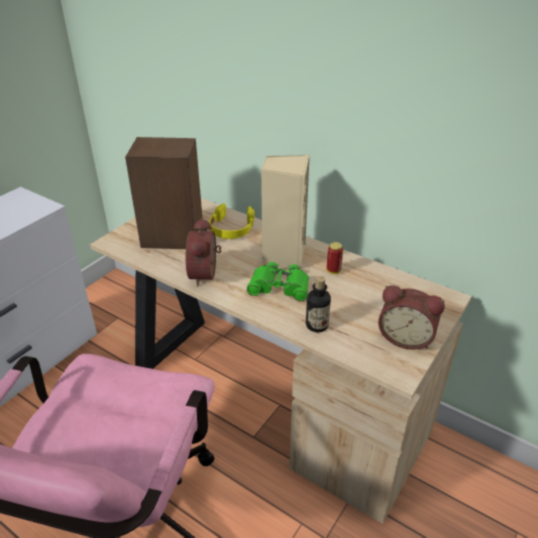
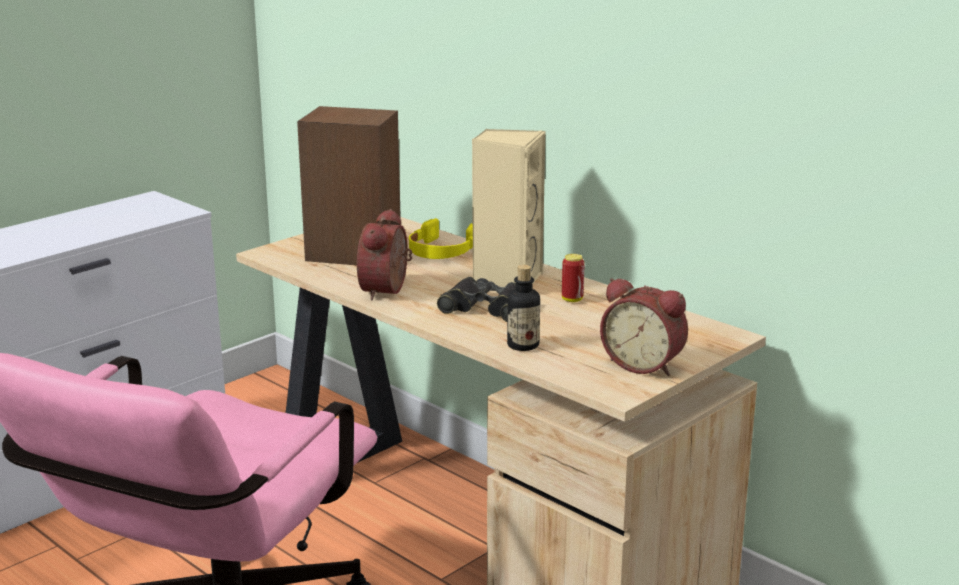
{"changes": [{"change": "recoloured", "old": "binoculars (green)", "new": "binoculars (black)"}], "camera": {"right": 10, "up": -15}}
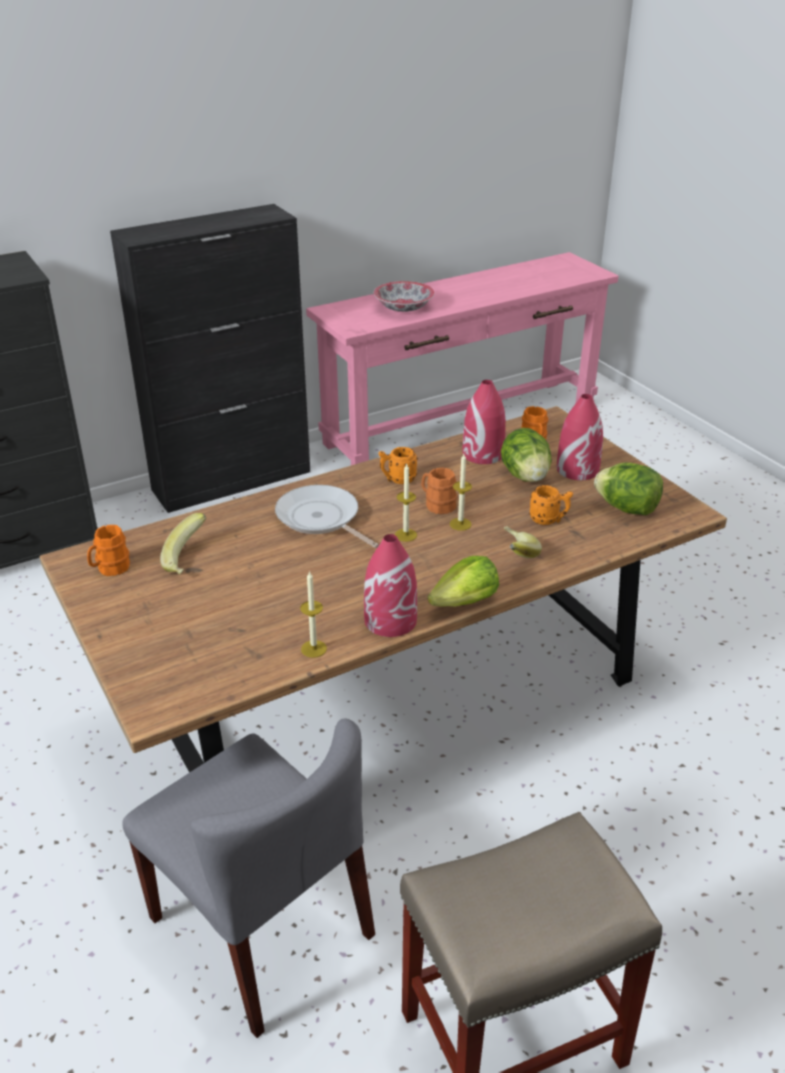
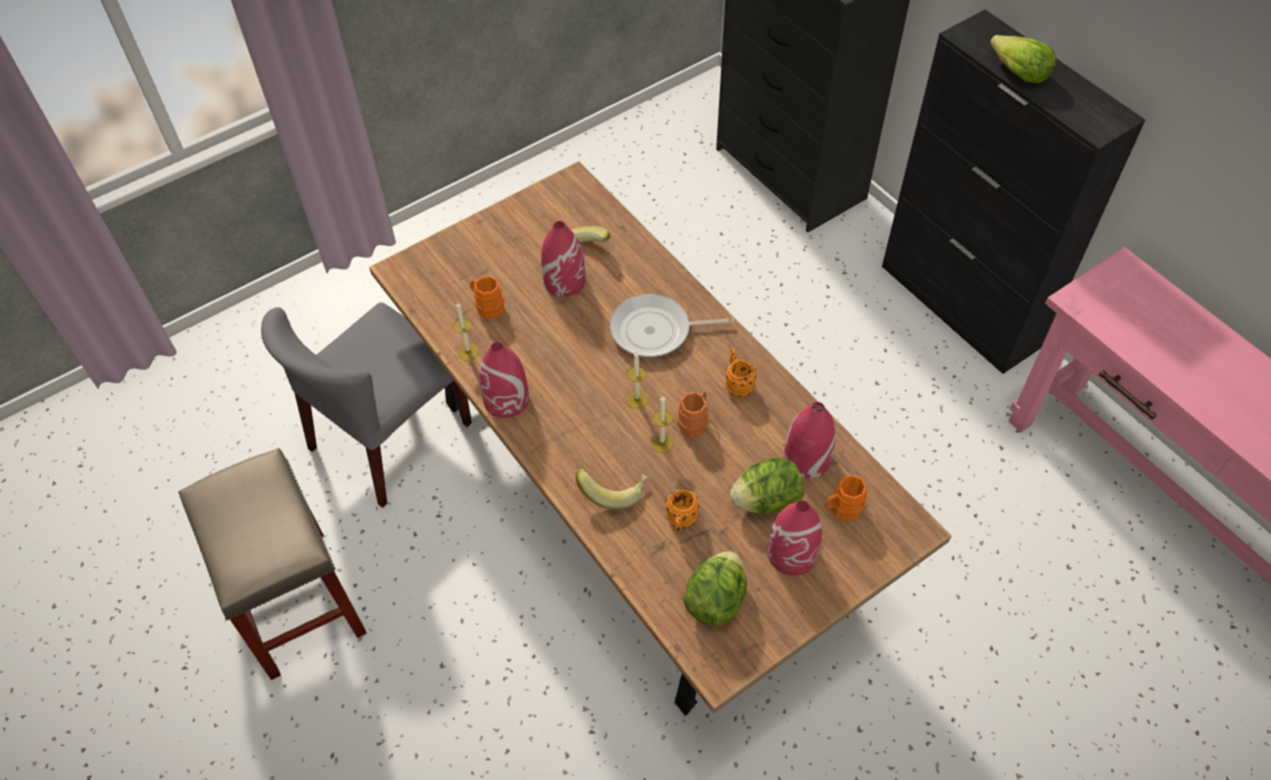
{"changes": [{"change": "removed", "old": "bowl"}, {"change": "turned", "old": "frying pan", "degrees": -135}, {"change": "moved", "old": "mug (orange) (1st from left)"}, {"change": "moved", "old": "lettuce (1st from left in the first image)", "new": "lettuce (3rd from left)"}, {"change": "added", "new": "vase (red) (2nd from left)"}], "camera": {"right": 85, "up": 20}}
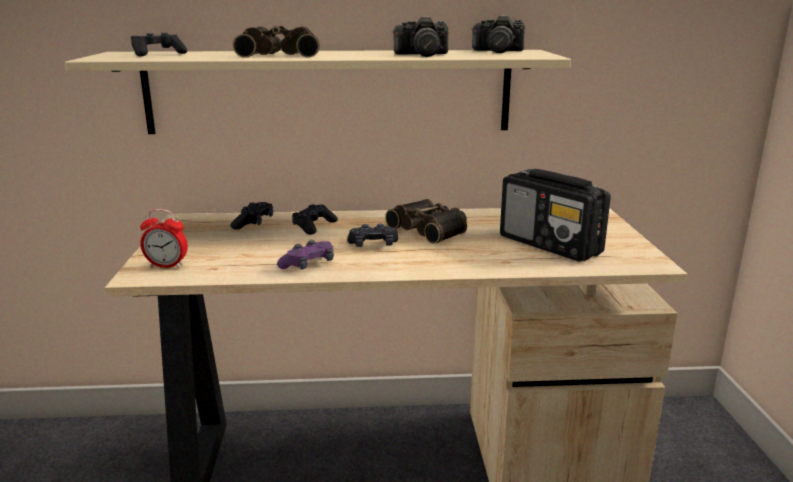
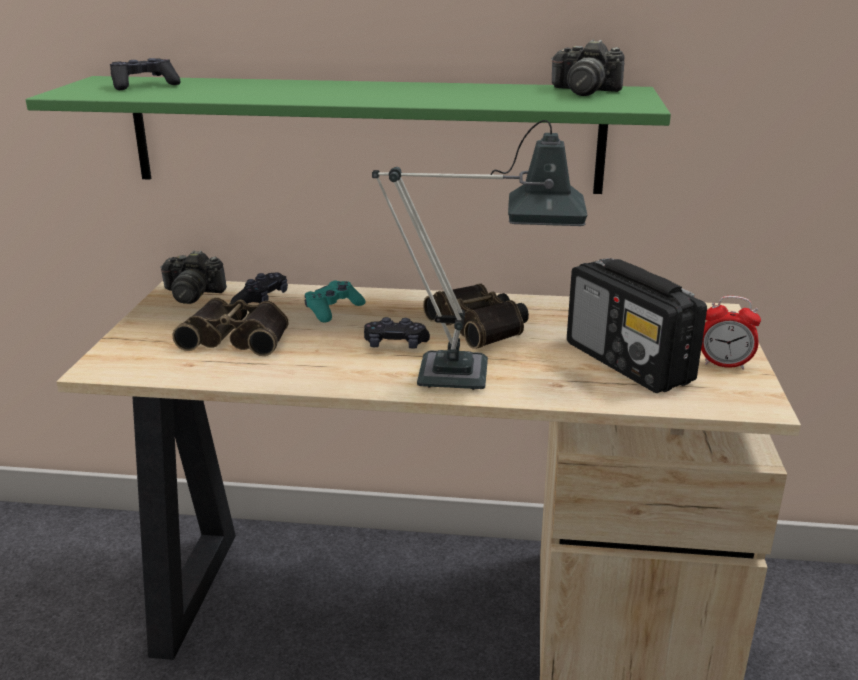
{"changes": [{"change": "moved", "old": "photo camera (1st from left)"}, {"change": "moved", "old": "binoculars (1st from left)"}, {"change": "recoloured", "old": "shelf (beige)", "new": "shelf (green)"}, {"change": "recoloured", "old": "game controller (black) (3rd from left)", "new": "game controller (turquoise)"}, {"change": "moved", "old": "alarm clock"}, {"change": "removed", "old": "game controller (purple)"}, {"change": "added", "new": "table lamp"}], "camera": {"right": 10, "up": 5}}
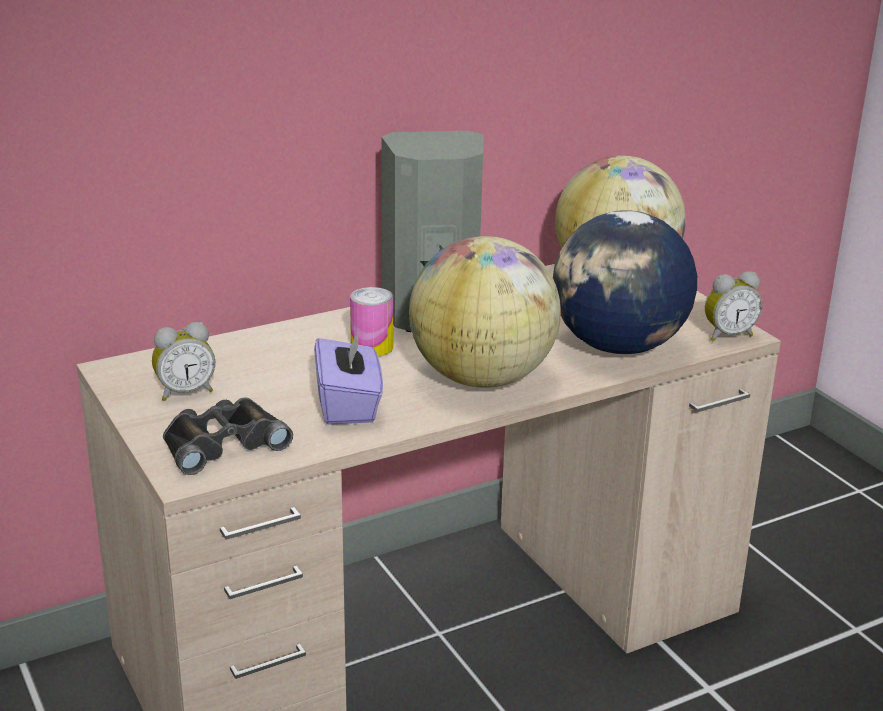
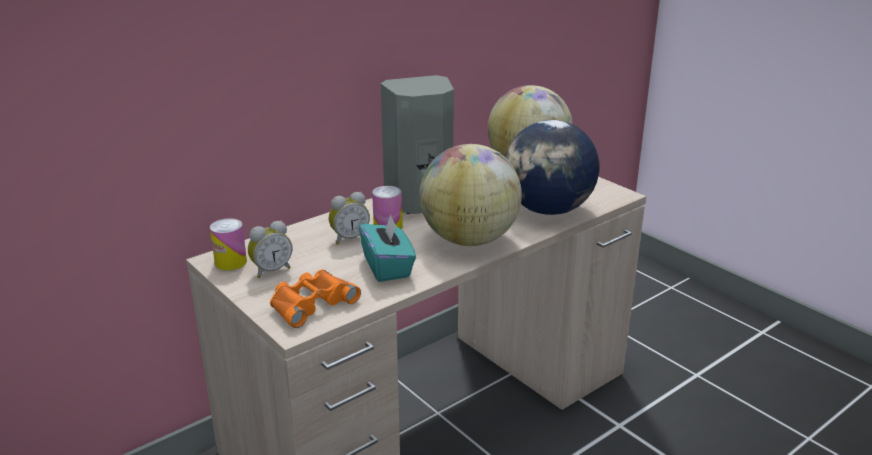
{"changes": [{"change": "moved", "old": "alarm clock (2nd from left)"}, {"change": "recoloured", "old": "tissue box (purple)", "new": "tissue box (turquoise)"}, {"change": "recoloured", "old": "binoculars (black)", "new": "binoculars (orange)"}, {"change": "added", "new": "can (1st from left)"}], "camera": {"right": -10, "up": 0}}
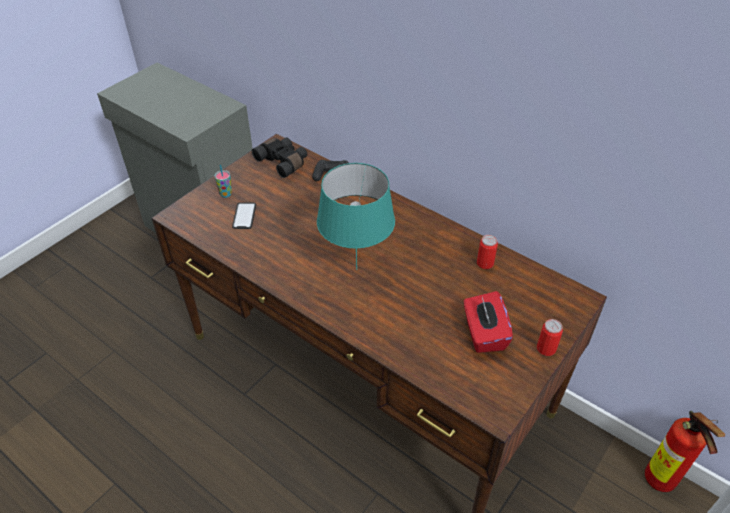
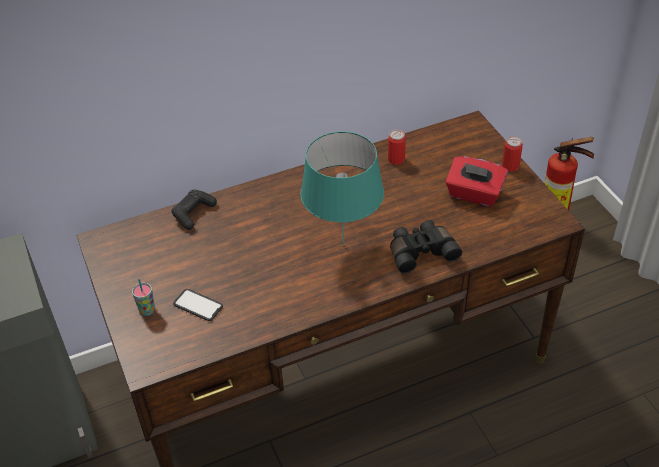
{"changes": [{"change": "moved", "old": "binoculars (black)"}], "camera": {"right": -60, "up": 0}}
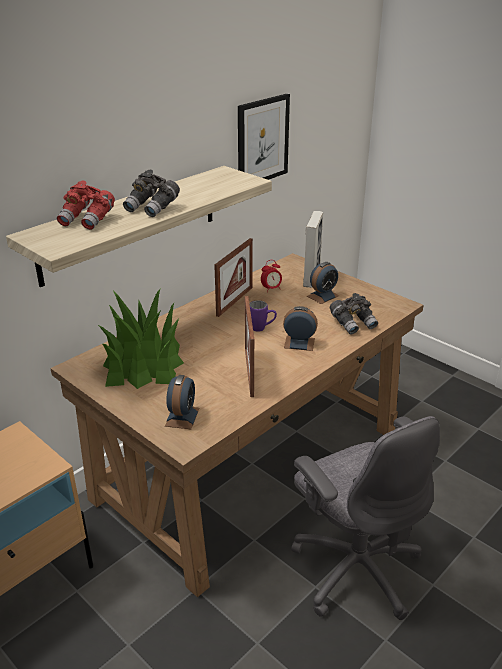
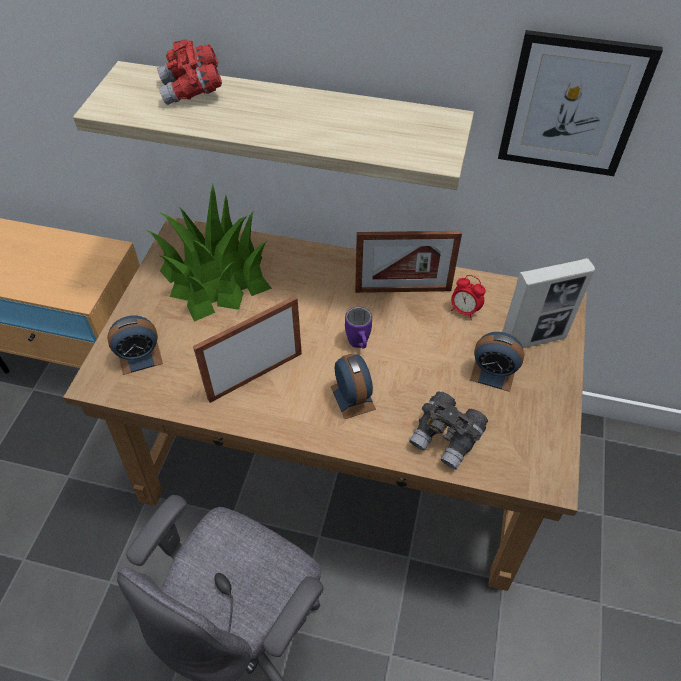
{"changes": [{"change": "removed", "old": "binoculars (grey) (1st from left)"}], "camera": {"right": 60, "up": 20}}
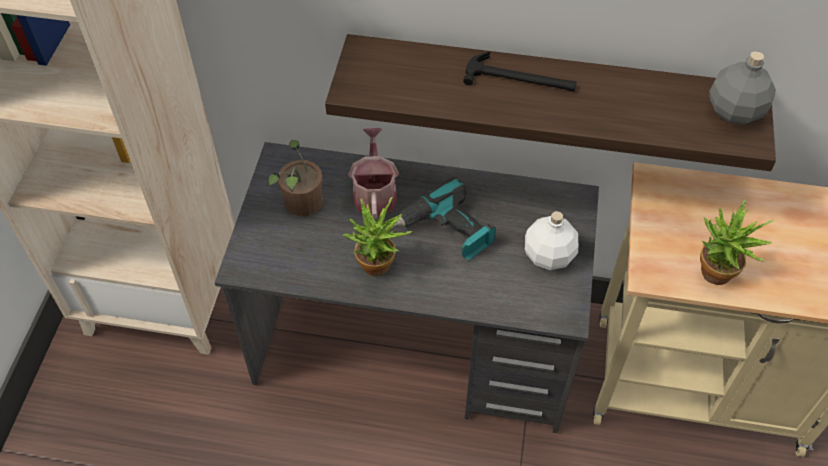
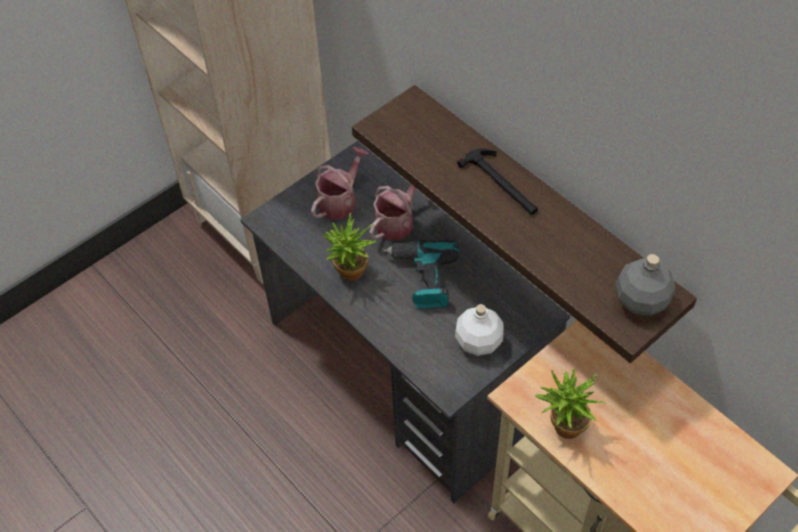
{"changes": [{"change": "replaced", "old": "potted plant (1st from left)", "new": "watering can (1st from left)"}], "camera": {"right": 40, "up": 0}}
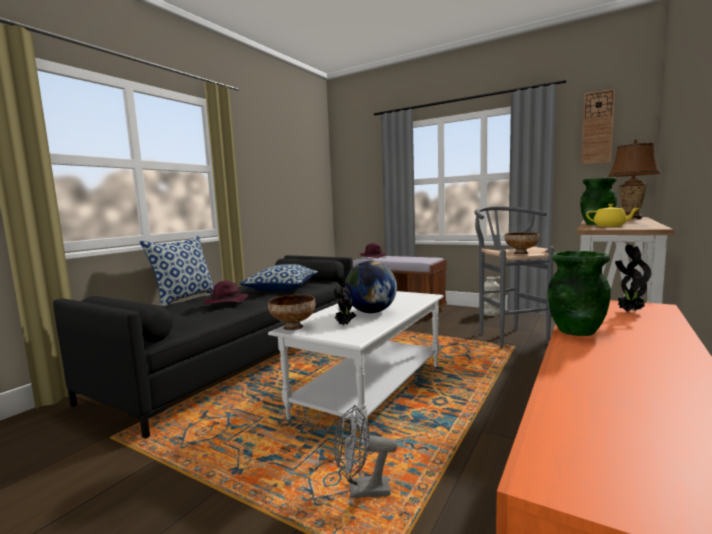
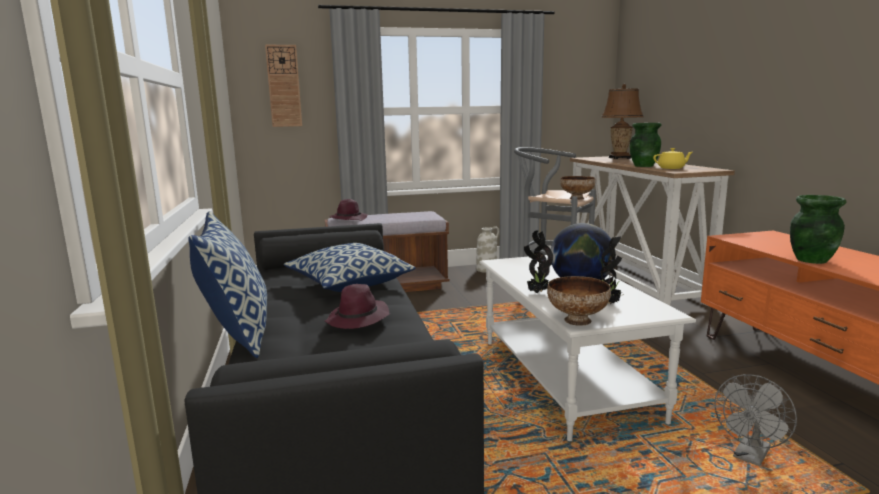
{"changes": [{"change": "moved", "old": "wall clock"}, {"change": "moved", "old": "potted plant (2nd from left in the first image)", "new": "potted plant (1st from left)"}], "camera": {"right": -45, "up": 5}}
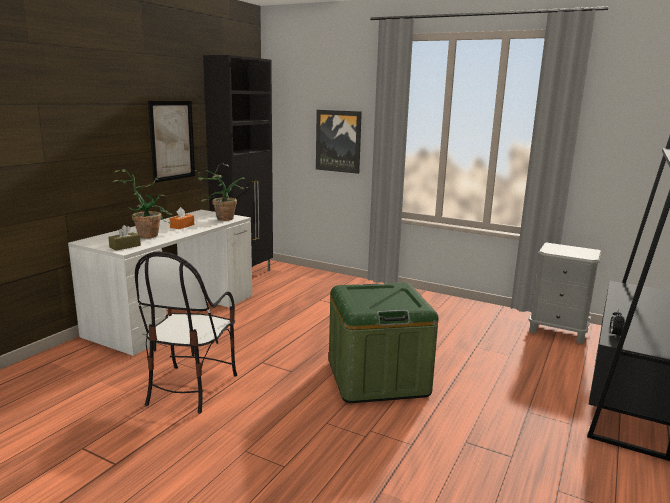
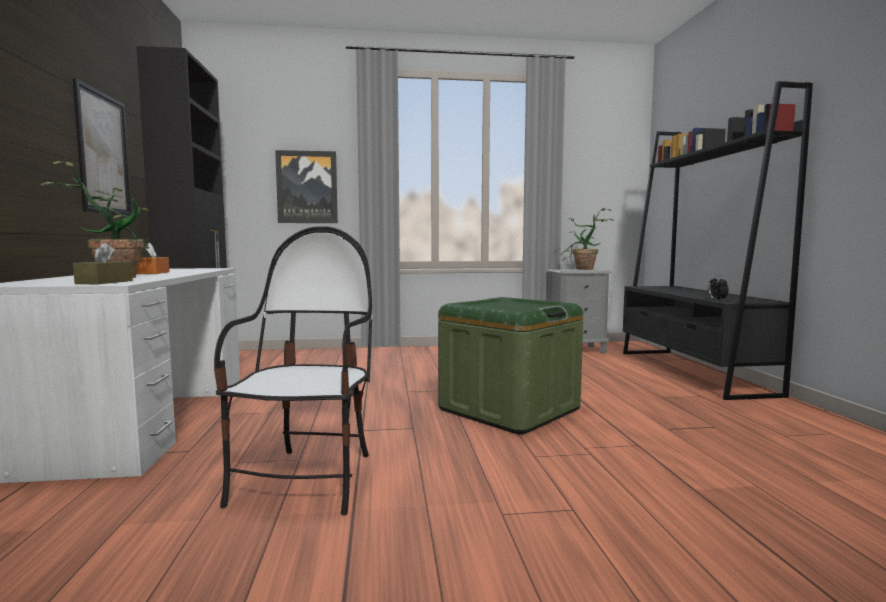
{"changes": [{"change": "moved", "old": "potted plant (2nd from left)"}, {"change": "turned", "old": "chair", "degrees": -150}], "camera": {"right": -35, "up": -10}}
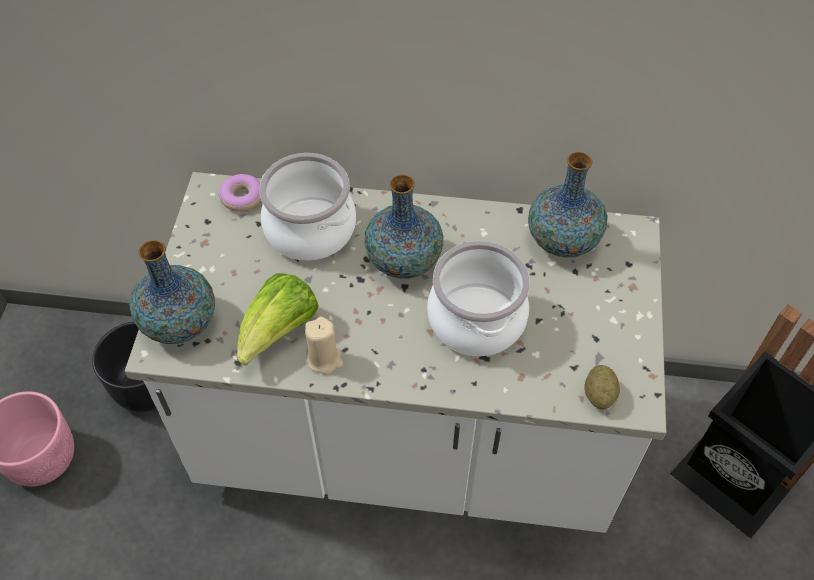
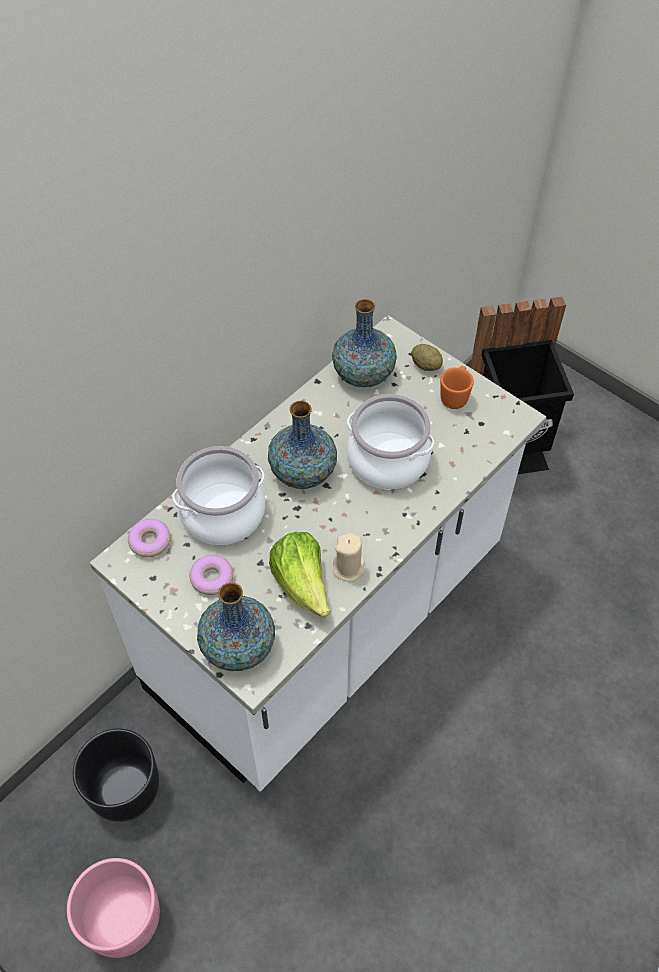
{"changes": [{"change": "moved", "old": "potato"}, {"change": "added", "new": "mug (orange)"}, {"change": "added", "new": "donut (2nd from left)"}], "camera": {"right": -55, "up": 0}}
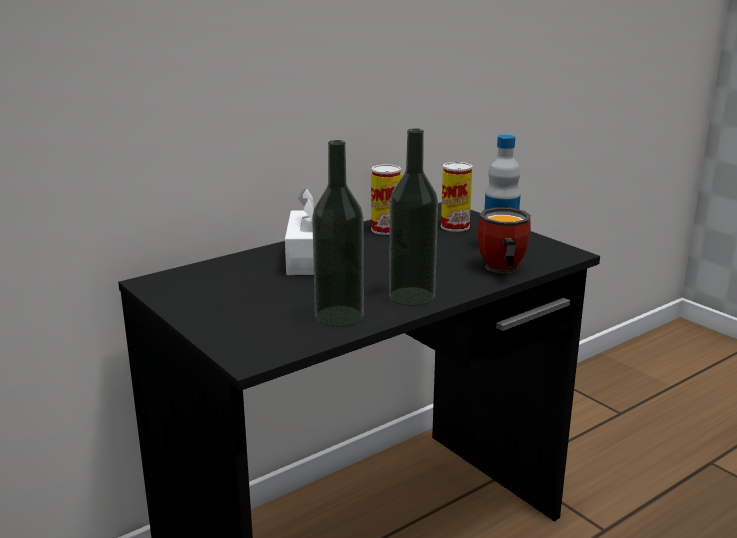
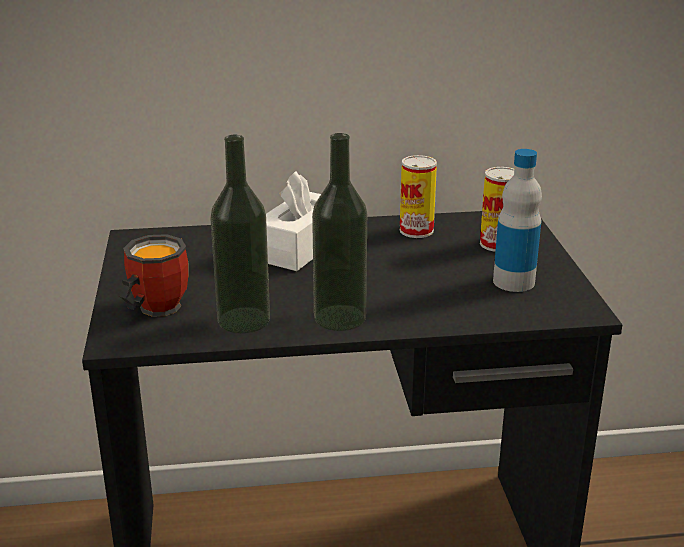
{"changes": [{"change": "moved", "old": "mug"}], "camera": {"right": 30, "up": 5}}
